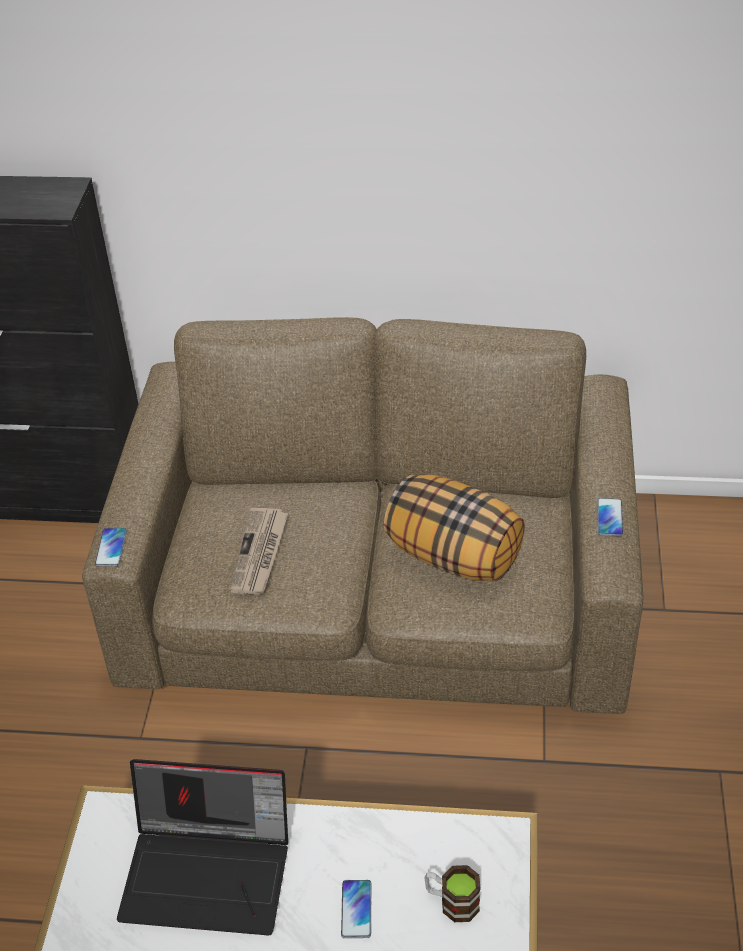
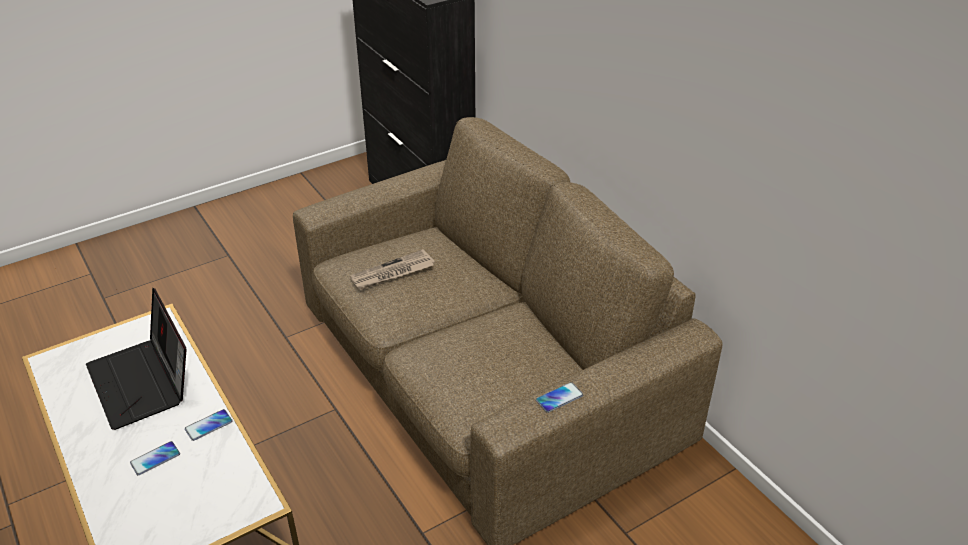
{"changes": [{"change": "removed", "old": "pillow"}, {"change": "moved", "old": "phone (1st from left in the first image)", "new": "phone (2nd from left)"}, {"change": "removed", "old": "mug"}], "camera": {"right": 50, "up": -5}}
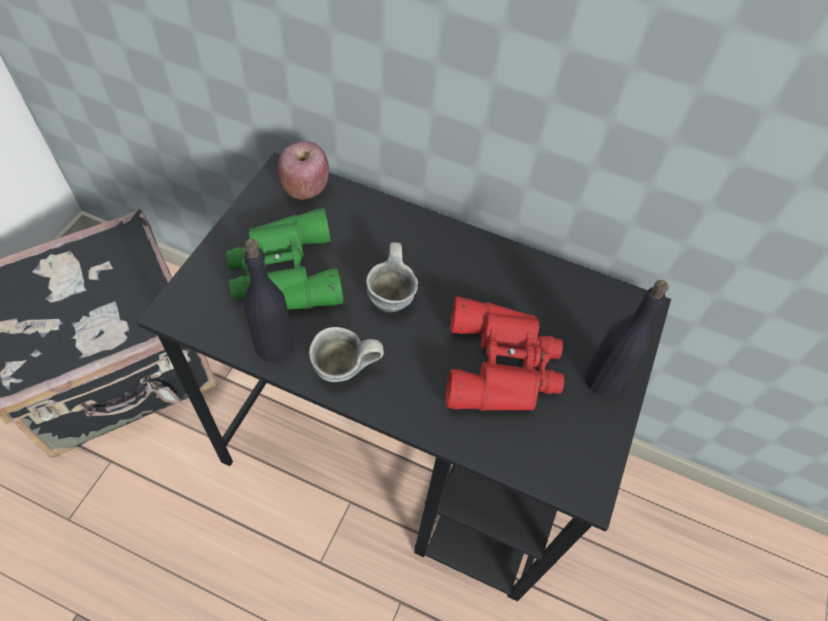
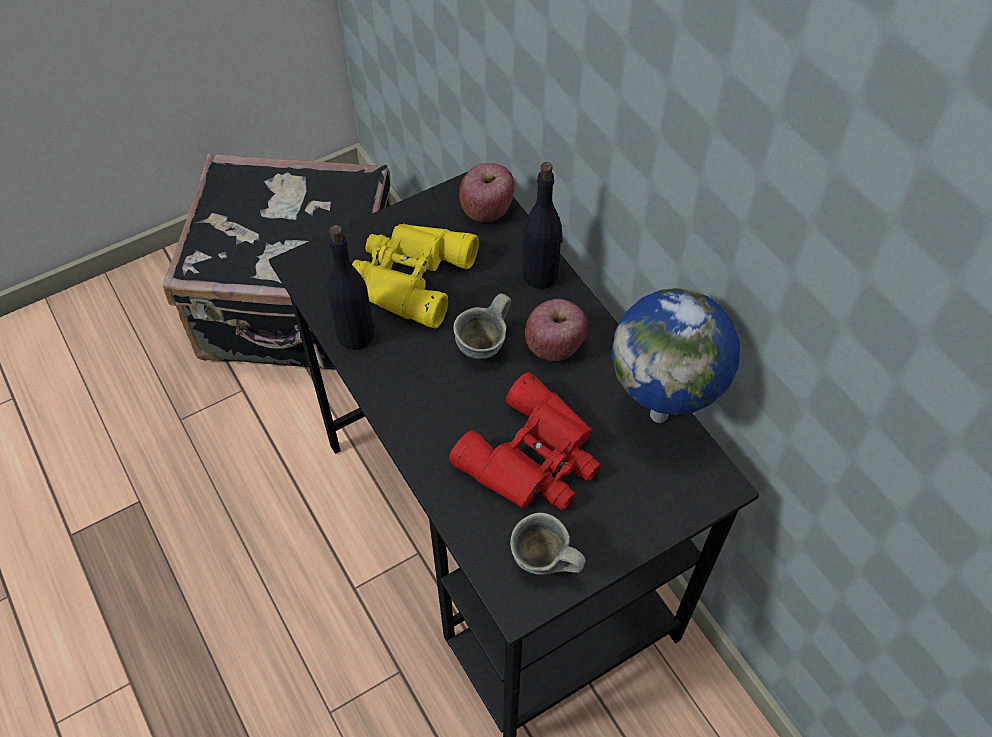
{"changes": [{"change": "recoloured", "old": "binoculars (green)", "new": "binoculars (yellow)"}, {"change": "moved", "old": "bottle (black) (2nd from left)"}, {"change": "moved", "old": "mug (grey) (1st from left in the first image)", "new": "mug (grey) (2nd from left)"}, {"change": "added", "new": "globe"}, {"change": "added", "new": "apple (2nd from left)"}], "camera": {"right": 40, "up": 0}}
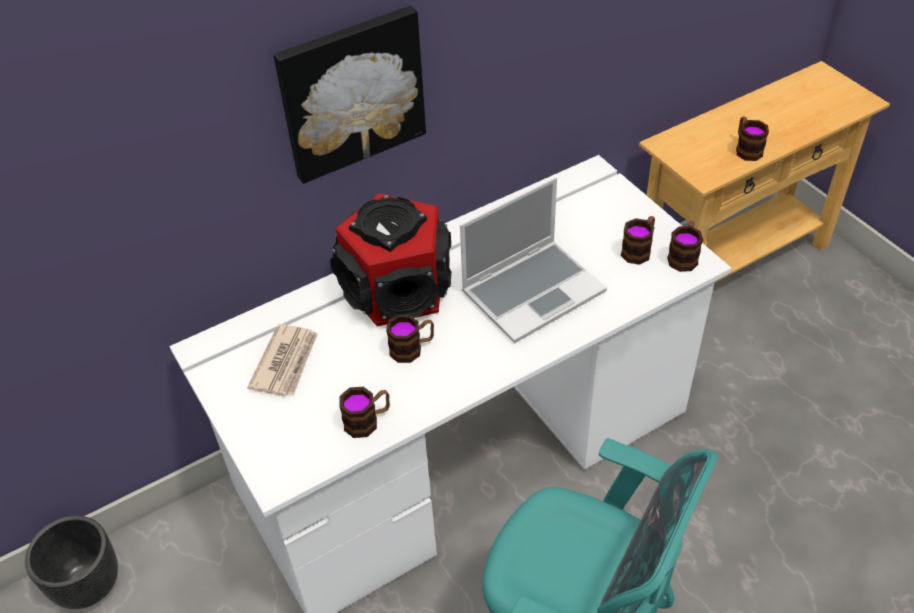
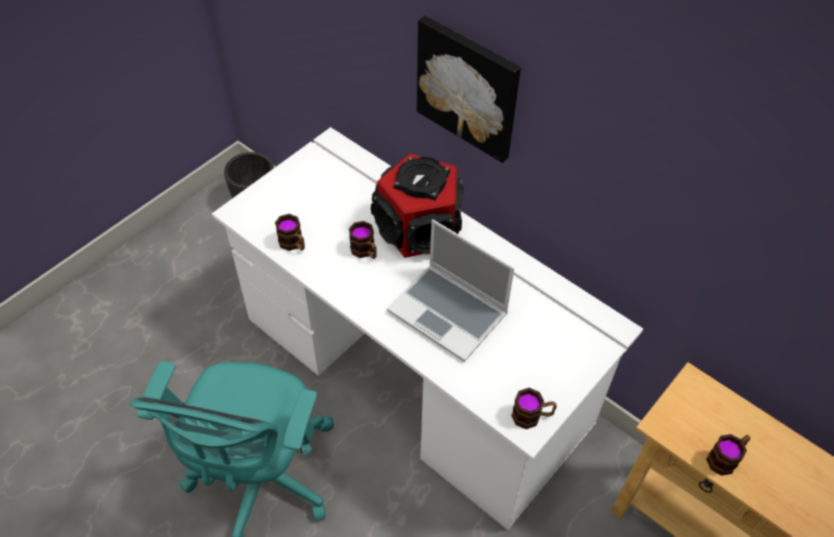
{"changes": [{"change": "removed", "old": "mug (3rd from left)"}, {"change": "removed", "old": "newspaper"}], "camera": {"right": 70, "up": 5}}
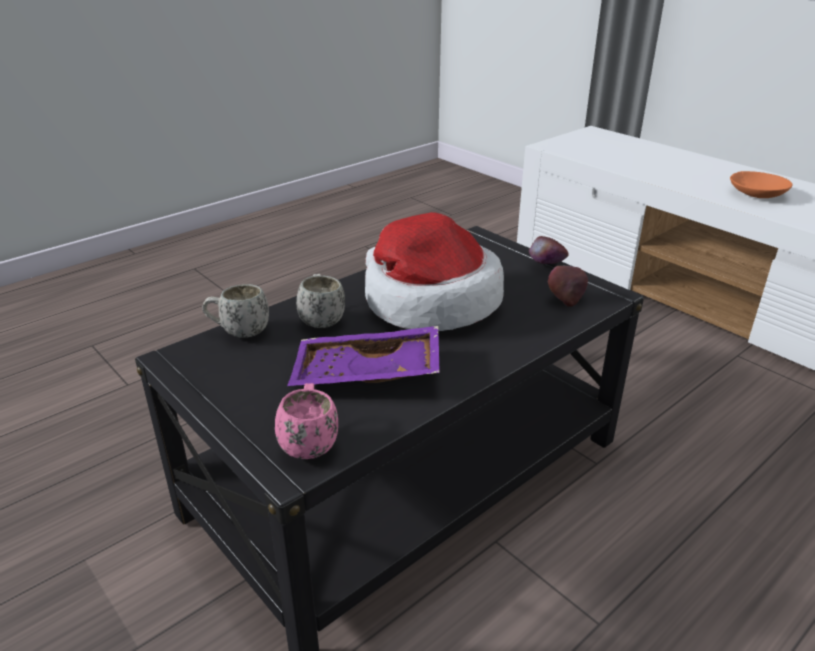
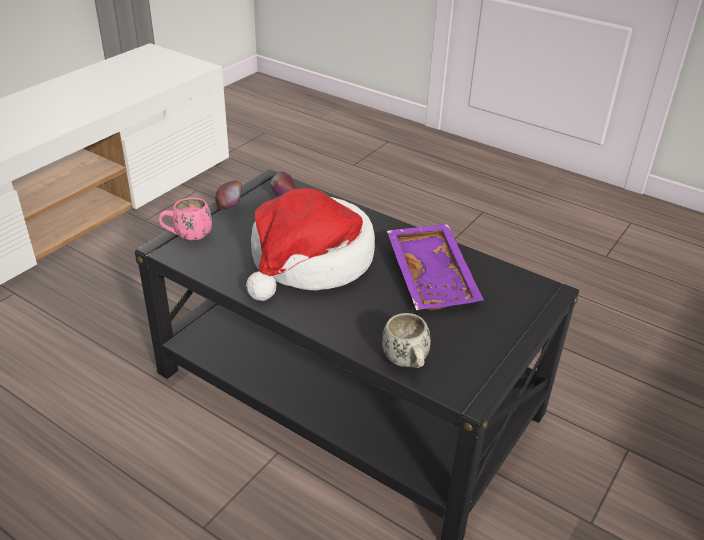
{"changes": [{"change": "removed", "old": "bowl (orange)"}, {"change": "removed", "old": "mug (white) (2nd from left)"}, {"change": "moved", "old": "mug (pink)"}], "camera": {"right": -105, "up": 5}}
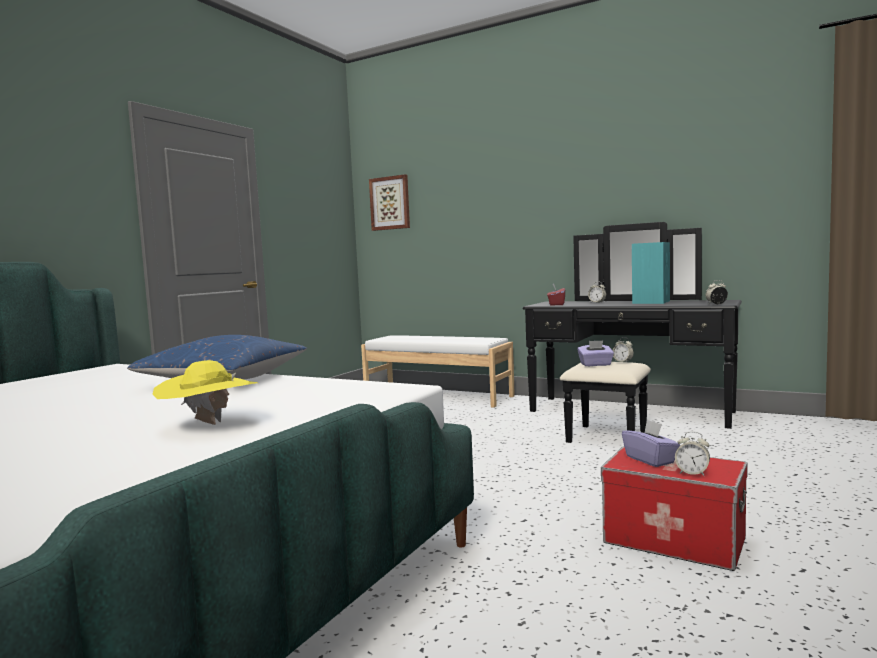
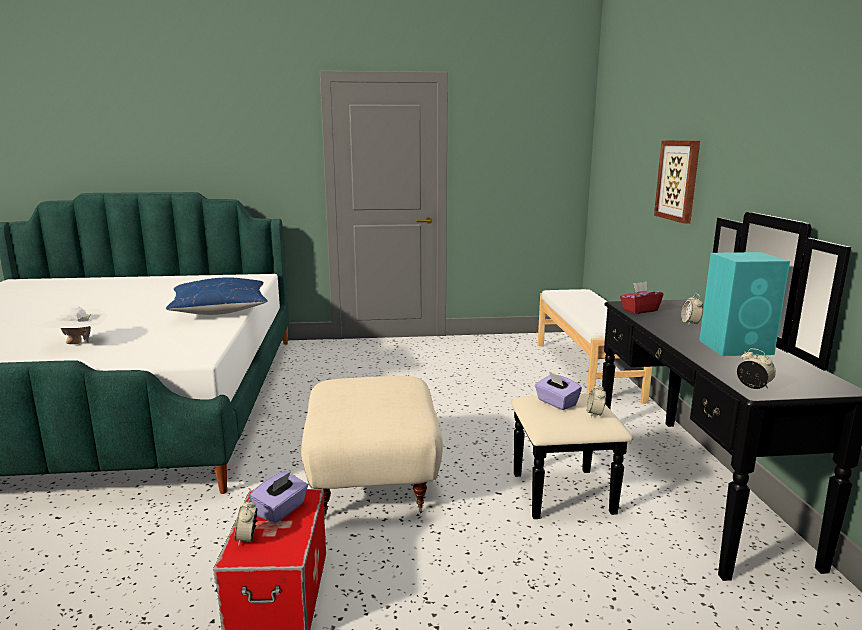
{"changes": [{"change": "moved", "old": "picture"}, {"change": "recoloured", "old": "hat (yellow)", "new": "hat (white)"}, {"change": "added", "new": "ottoman (beige)"}], "camera": {"right": 55, "up": 10}}
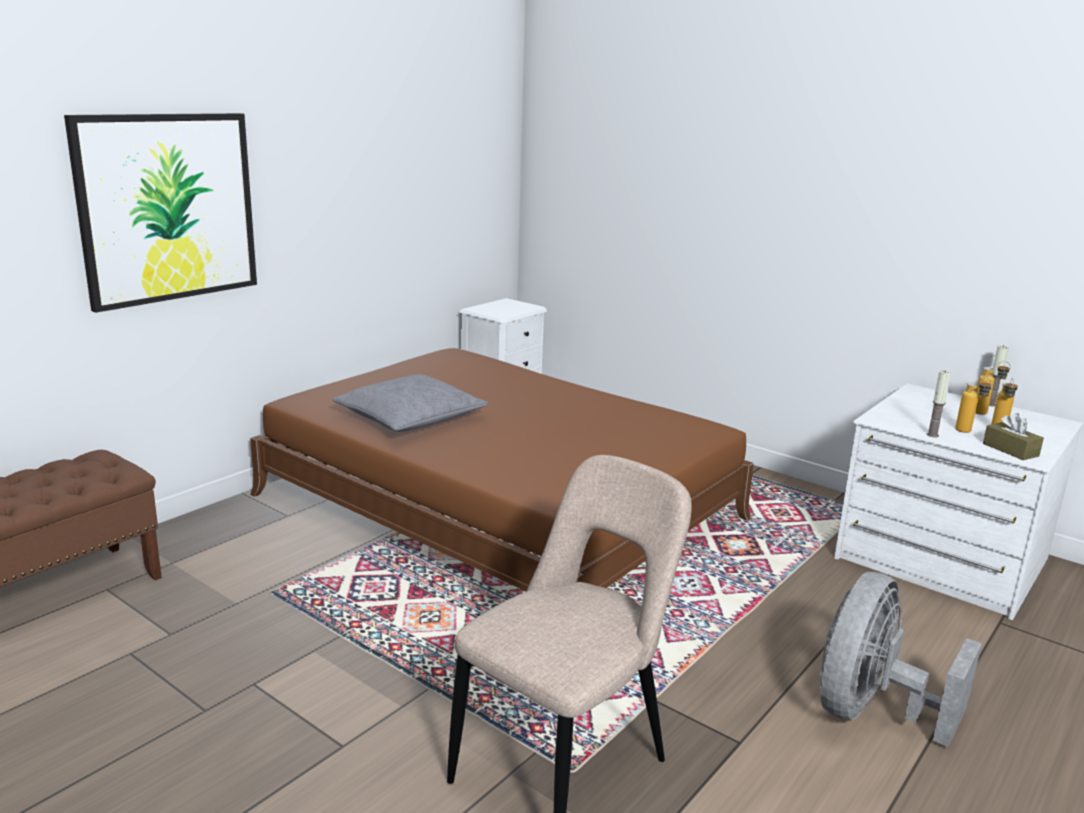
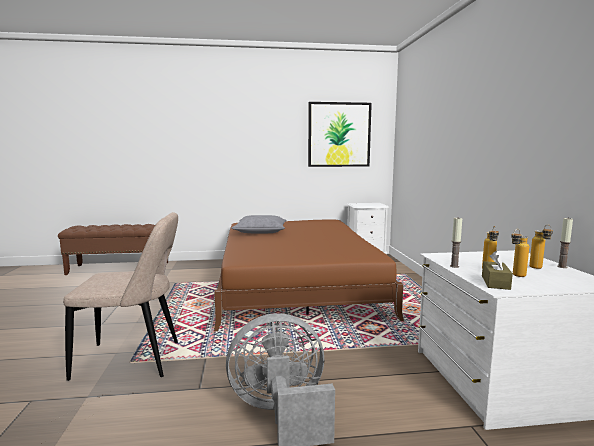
{"changes": [{"change": "moved", "old": "picture"}], "camera": {"right": 45, "up": -10}}
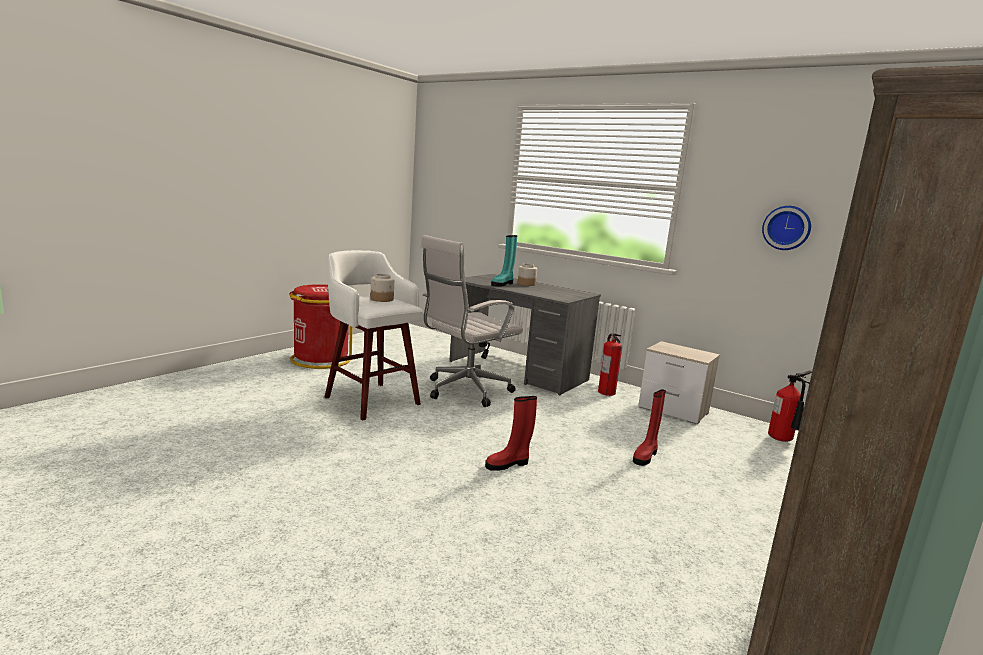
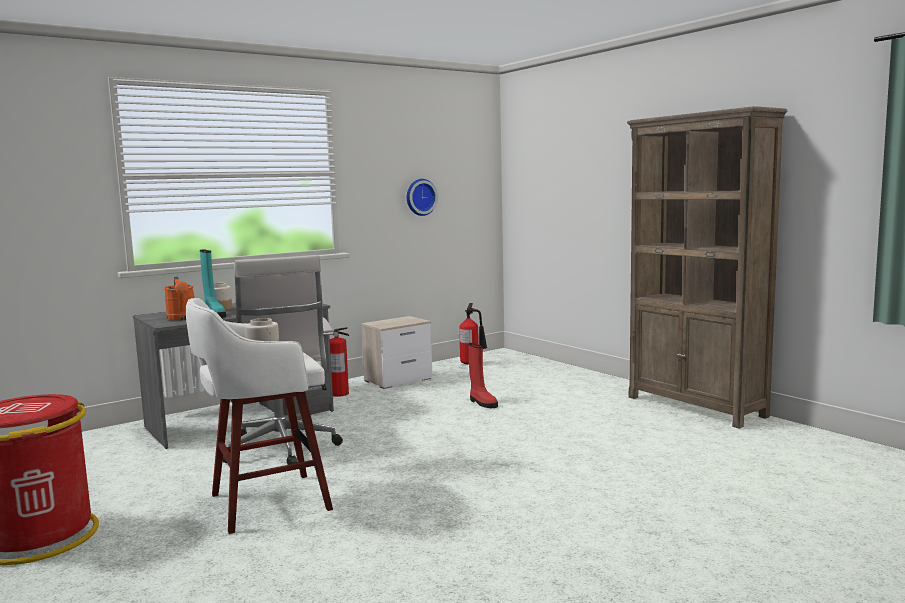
{"changes": [{"change": "removed", "old": "boot (red) (1st from left)"}, {"change": "added", "new": "watering can (orange)"}], "camera": {"right": -70, "up": -5}}
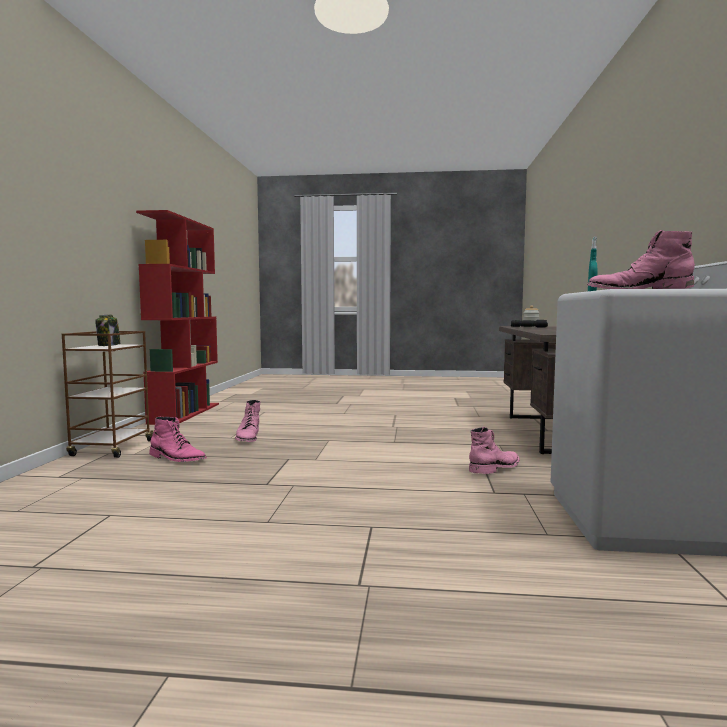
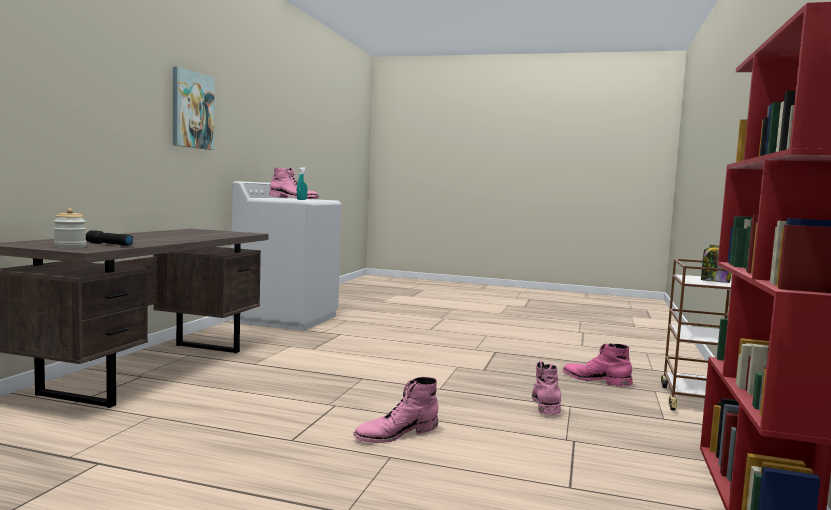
{"changes": [{"change": "moved", "old": "boot (pink) (3rd from left in the first image)", "new": "boot (pink) (2nd from left)"}, {"change": "added", "new": "picture"}], "camera": {"right": -170, "up": 0}}
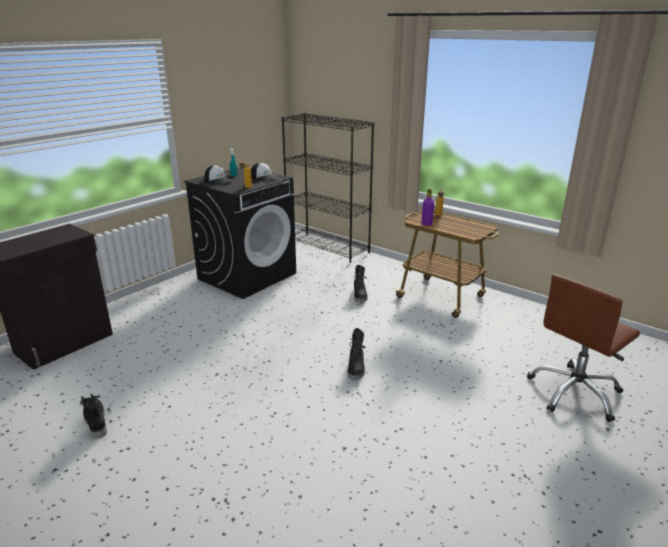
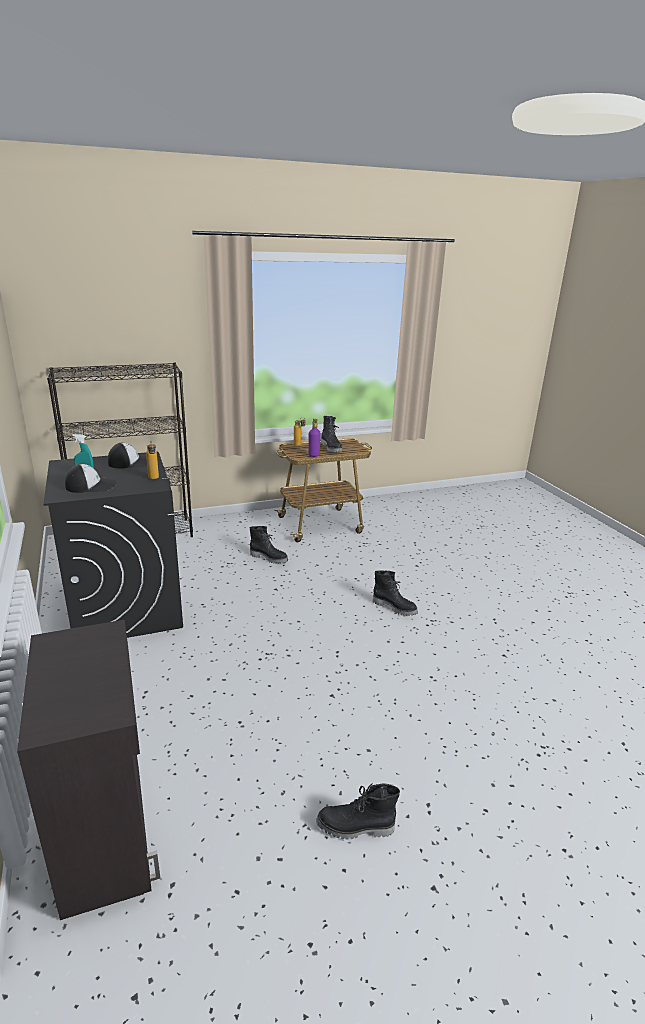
{"changes": [{"change": "removed", "old": "office chair (brown)"}, {"change": "added", "new": "boot (black) (2nd from left)"}], "camera": {"right": -60, "up": 0}}
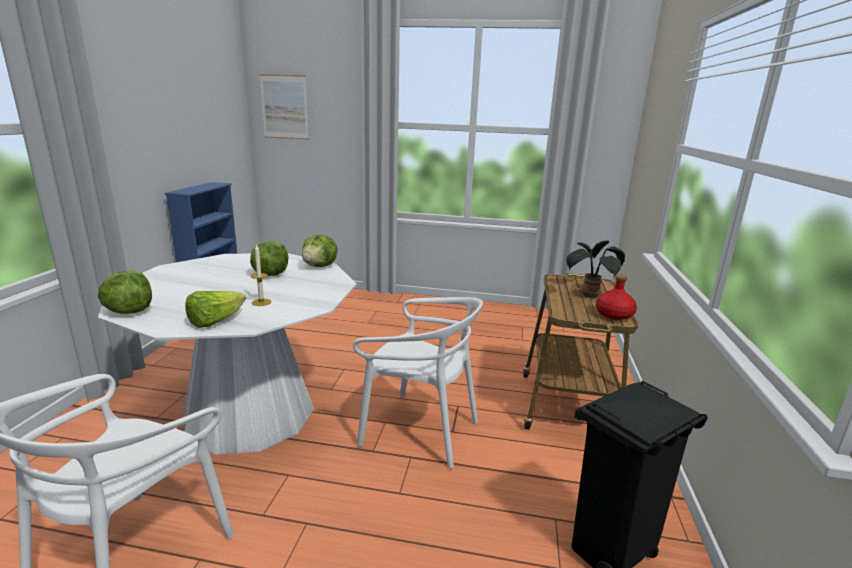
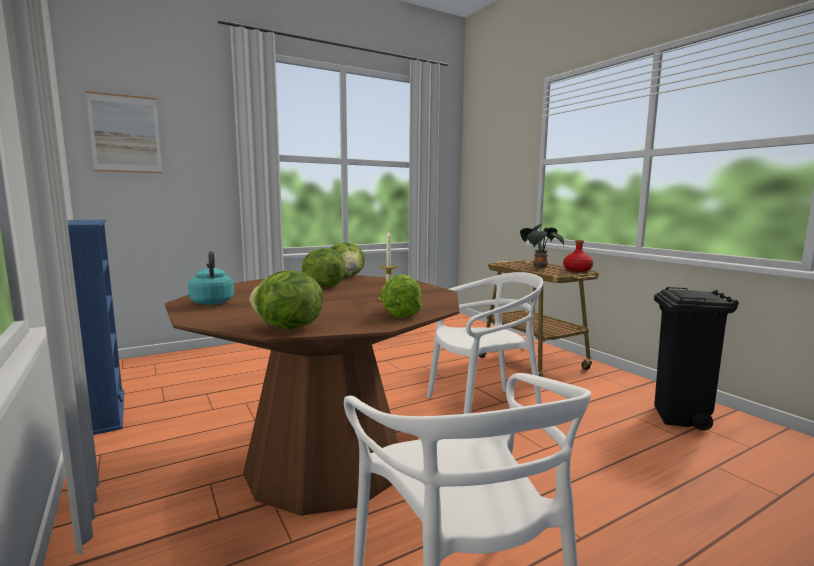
{"changes": [{"change": "recoloured", "old": "dining table (white)", "new": "dining table (brown)"}, {"change": "added", "new": "kettle (turquoise)"}], "camera": {"right": -40, "up": -10}}
